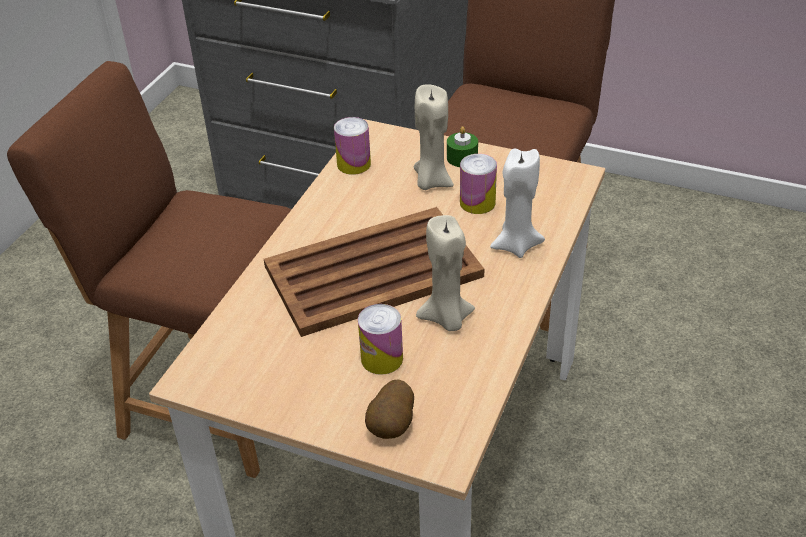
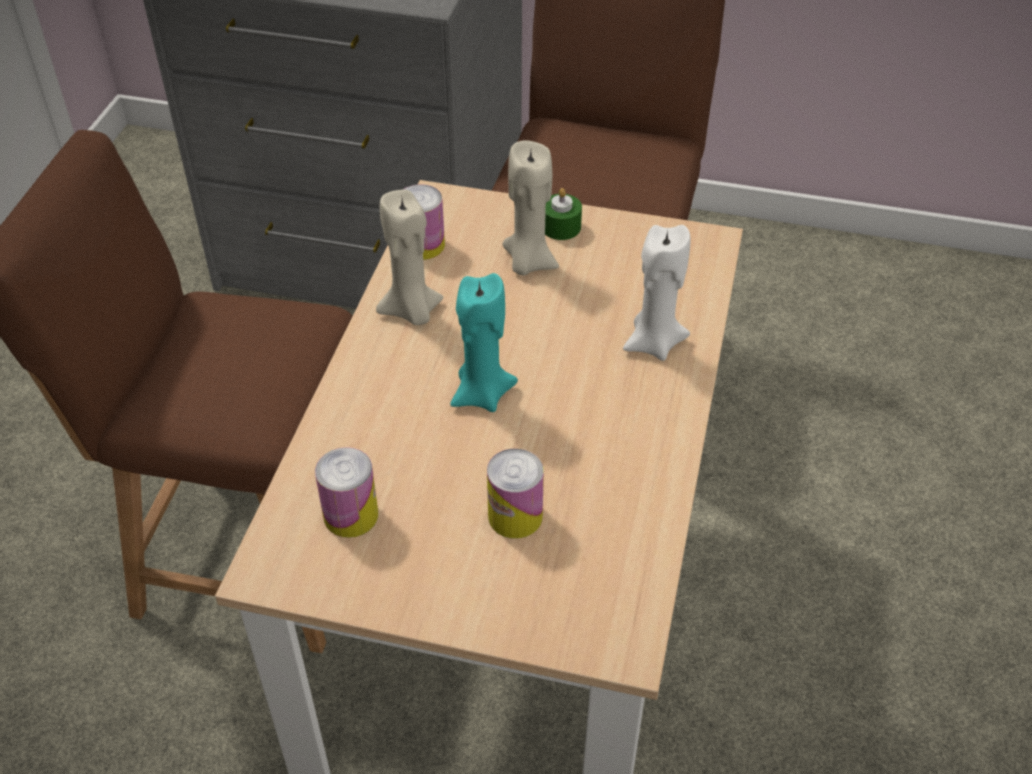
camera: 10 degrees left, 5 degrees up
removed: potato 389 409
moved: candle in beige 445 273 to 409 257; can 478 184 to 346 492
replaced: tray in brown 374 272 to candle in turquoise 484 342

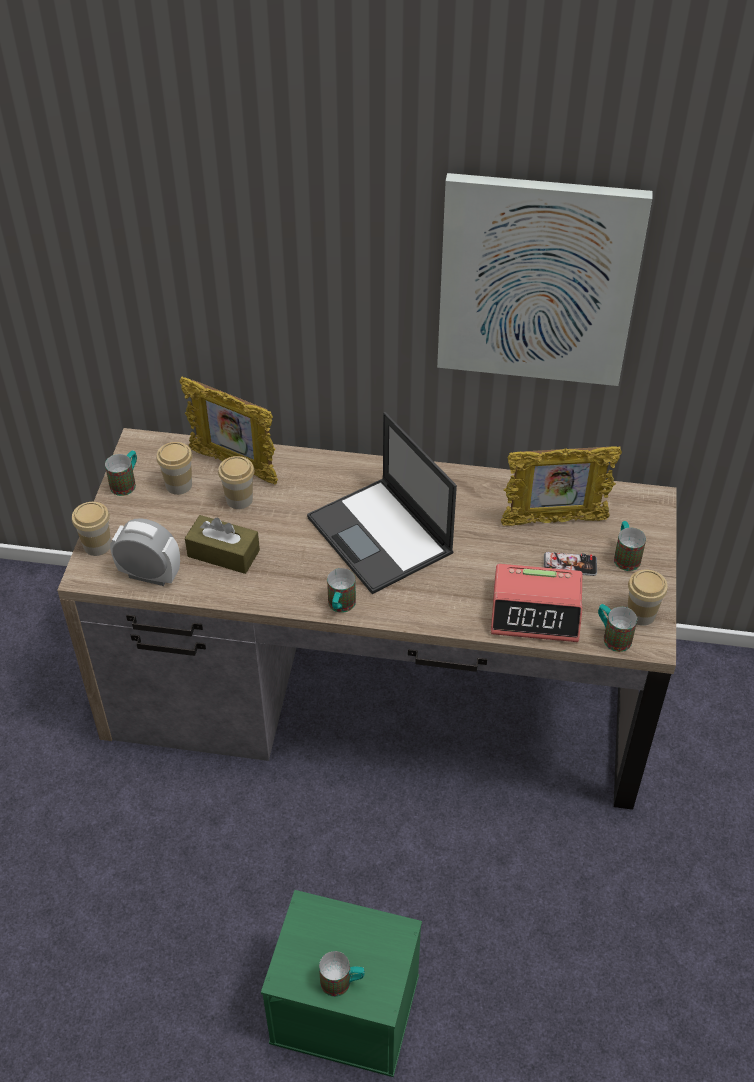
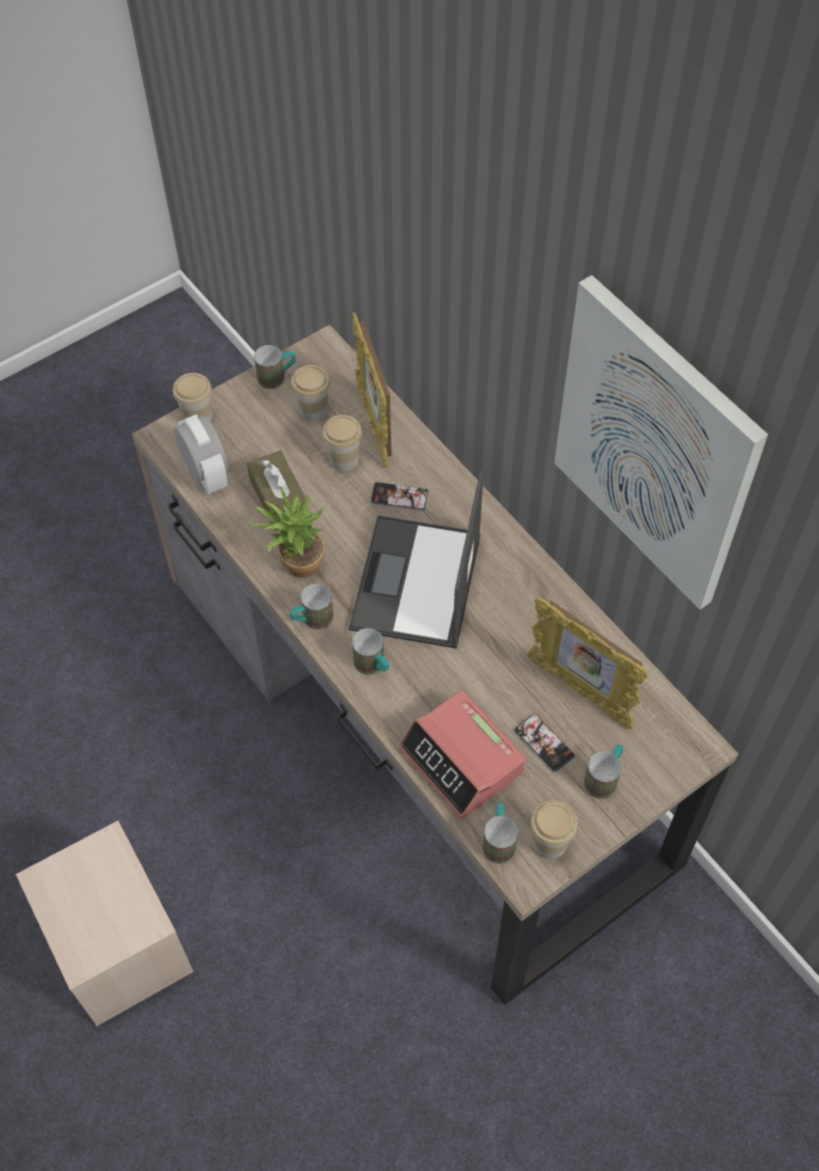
camera: 45 degrees right, 10 degrees up
added: potted plant 287 532; phone 399 496
moved: mug 342 974 to 371 651
recoloured: storage box in green 341 983 to storage box in beige 105 924

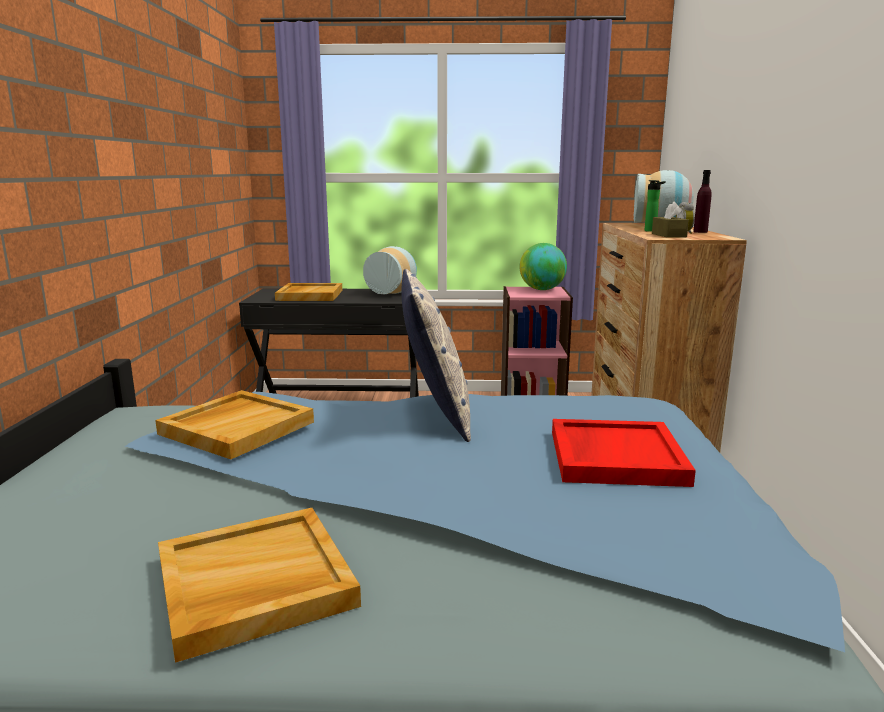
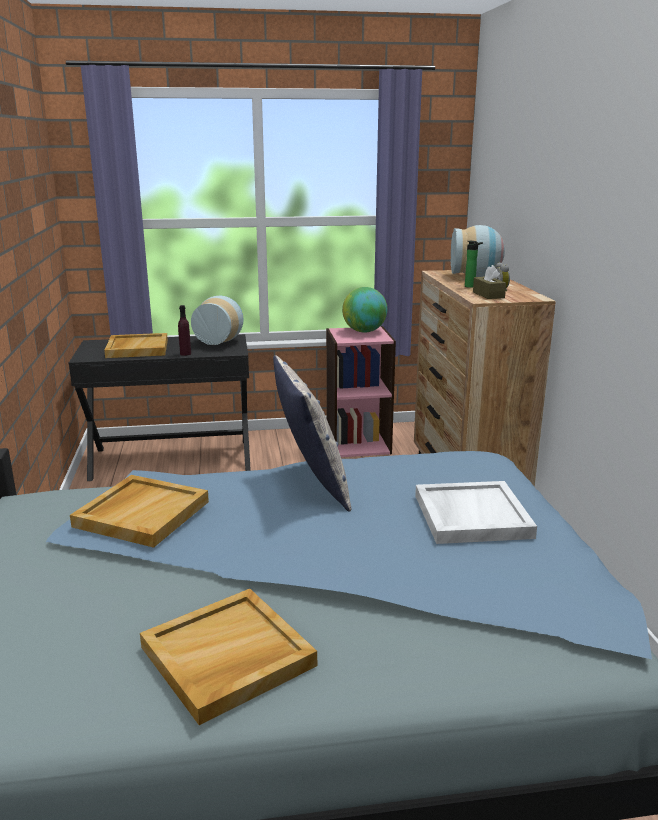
camera: 10 degrees left, 5 degrees up
moved: bottle in purple 702 201 to 184 330
recoloured: tray in red 624 453 to tray in white 476 512

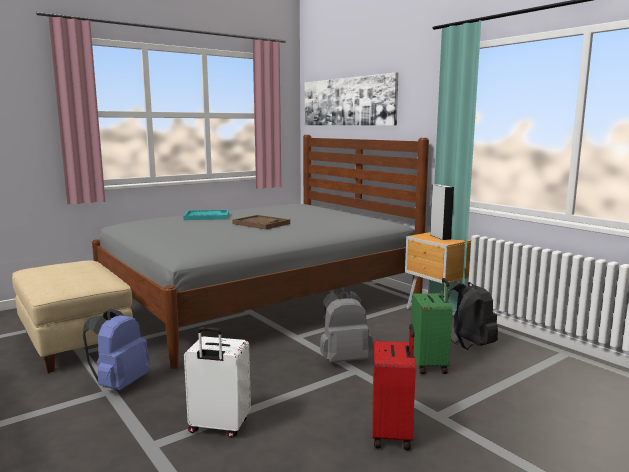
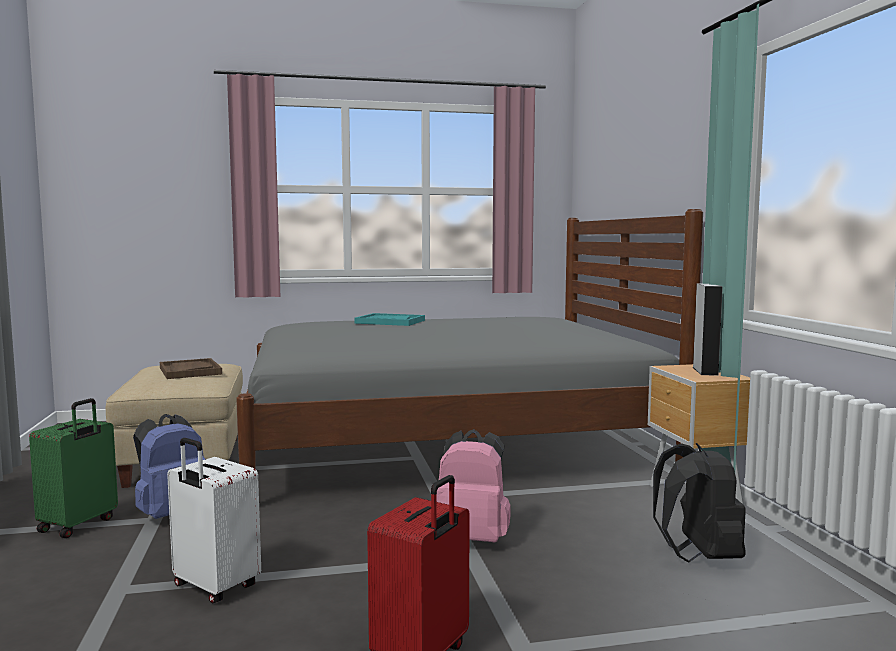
camera: 25 degrees right, 5 degrees down
removed: picture 352 99
moved: tray in brown 261 222 to 191 368; suitcase in green 432 326 to 73 468
recoloured: backpack in grey 346 327 to backpack in pink 473 485

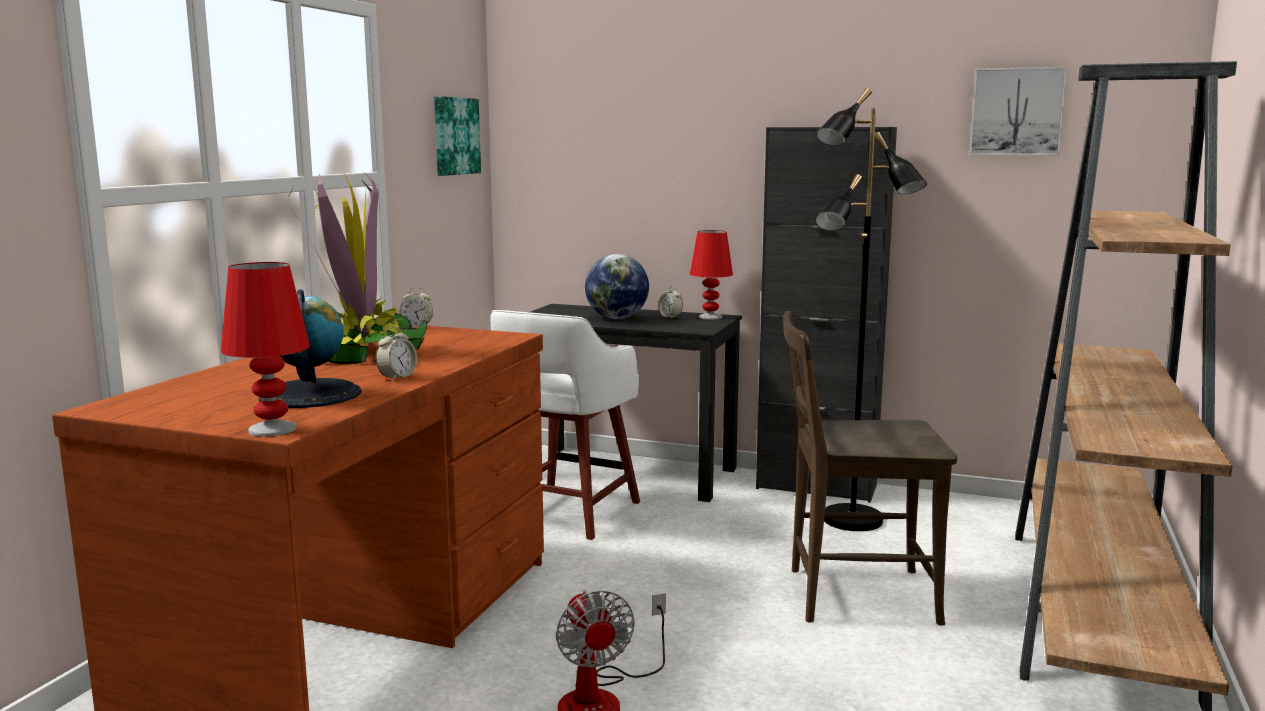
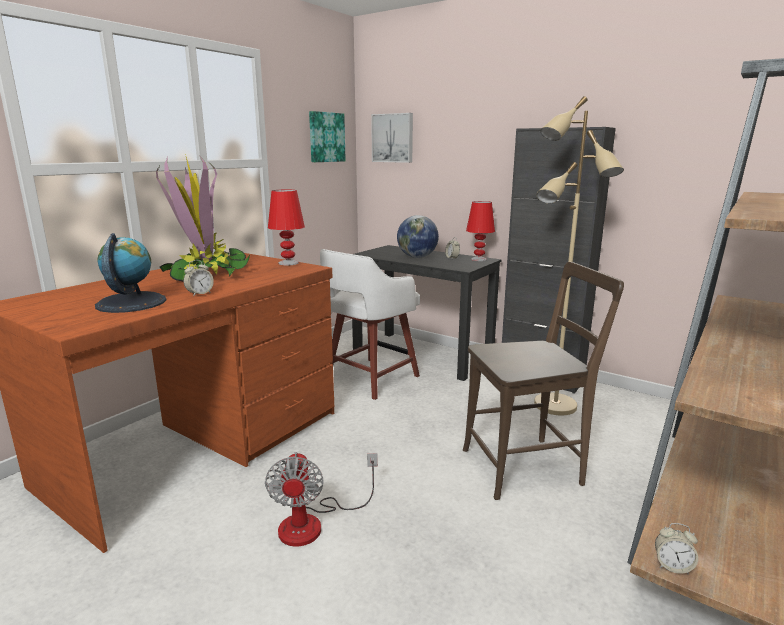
camera: 15 degrees right, 5 degrees up
moved: table lamp in red 265 349 to 286 227; alarm clock 416 307 to 676 548; picture 1018 111 to 392 138
recoloured: floor lamp in black 871 309 to floor lamp in beige 579 256
turned: chair in brown 870 468 = 543 381 150 degrees clockwise

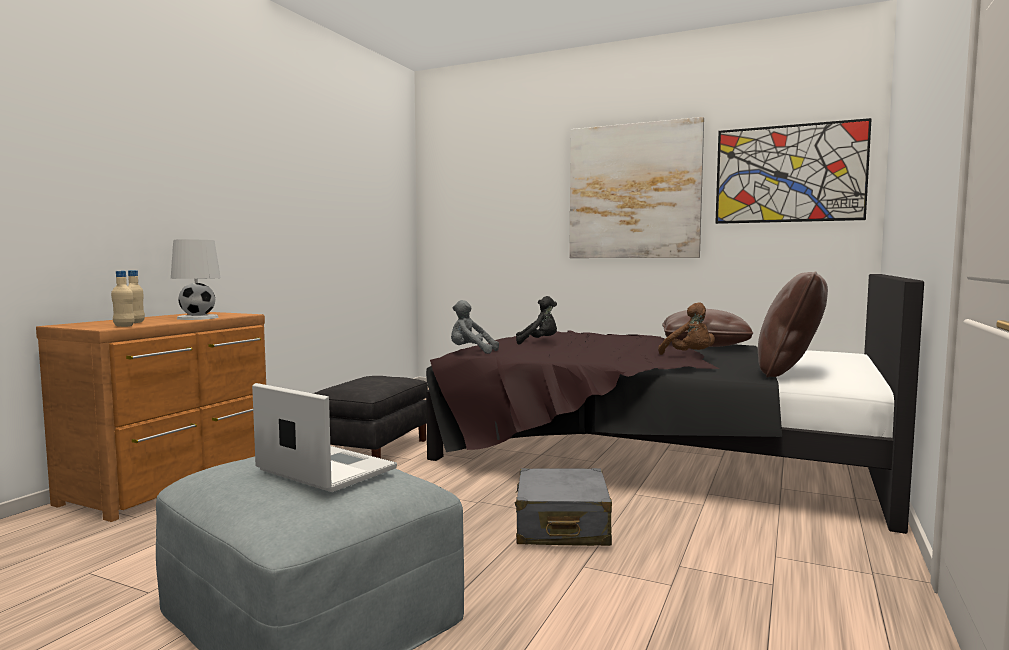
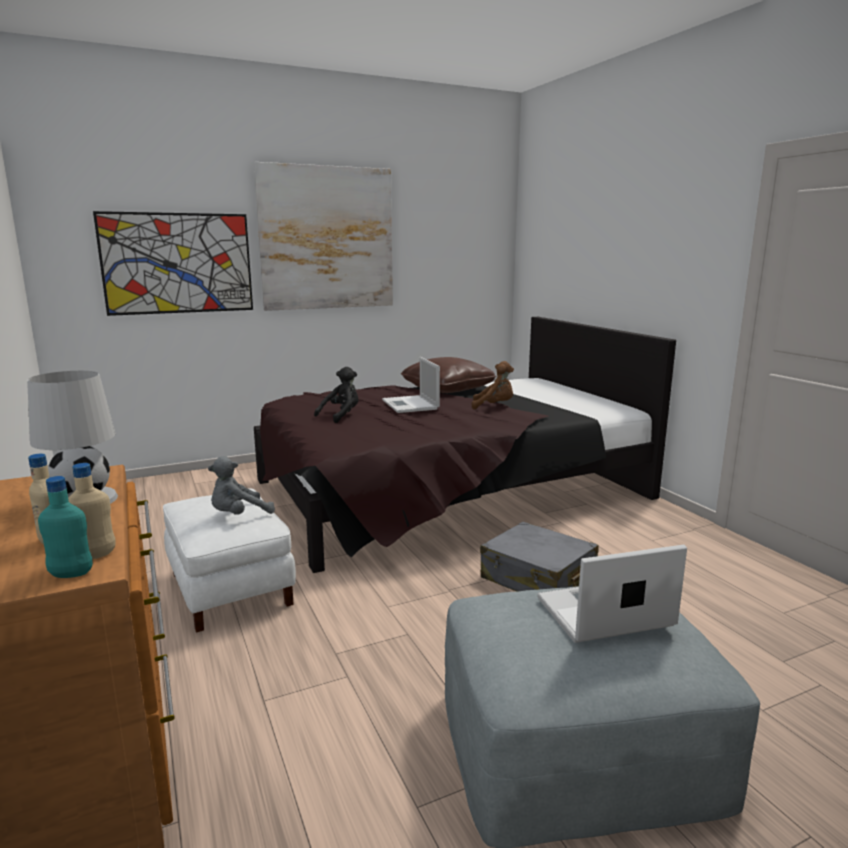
camera: 50 degrees left, 10 degrees up
removed: pillow in brown 793 324
added: bottle in turquoise 65 527; laptop 411 385
moved: plush toy in grey 475 327 to 241 485; picture 793 171 to 173 263
recoloured: ottoman in black 370 417 to ottoman in white 229 560

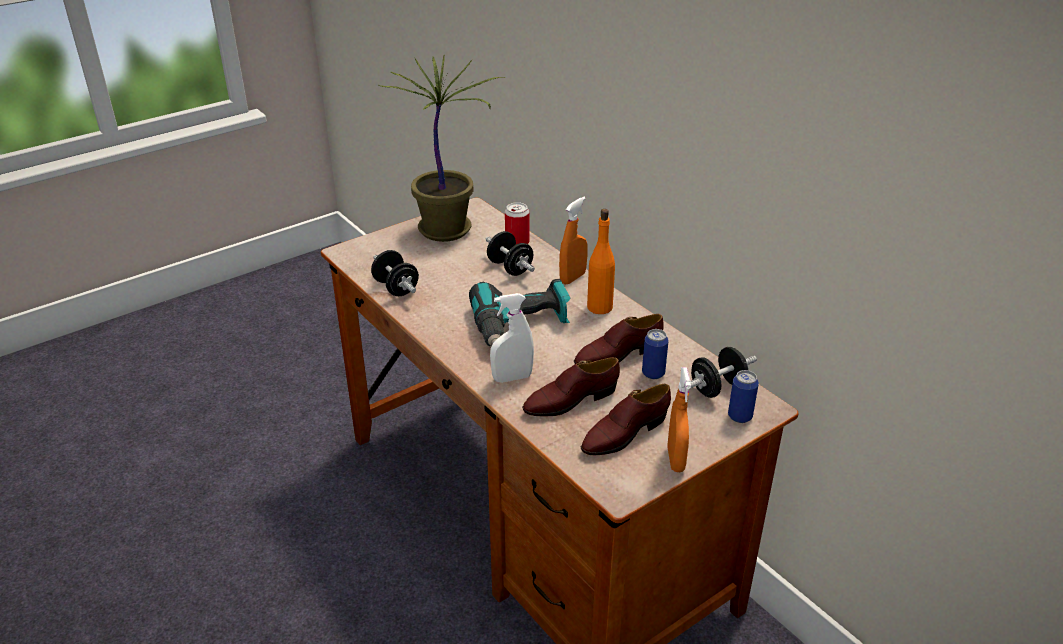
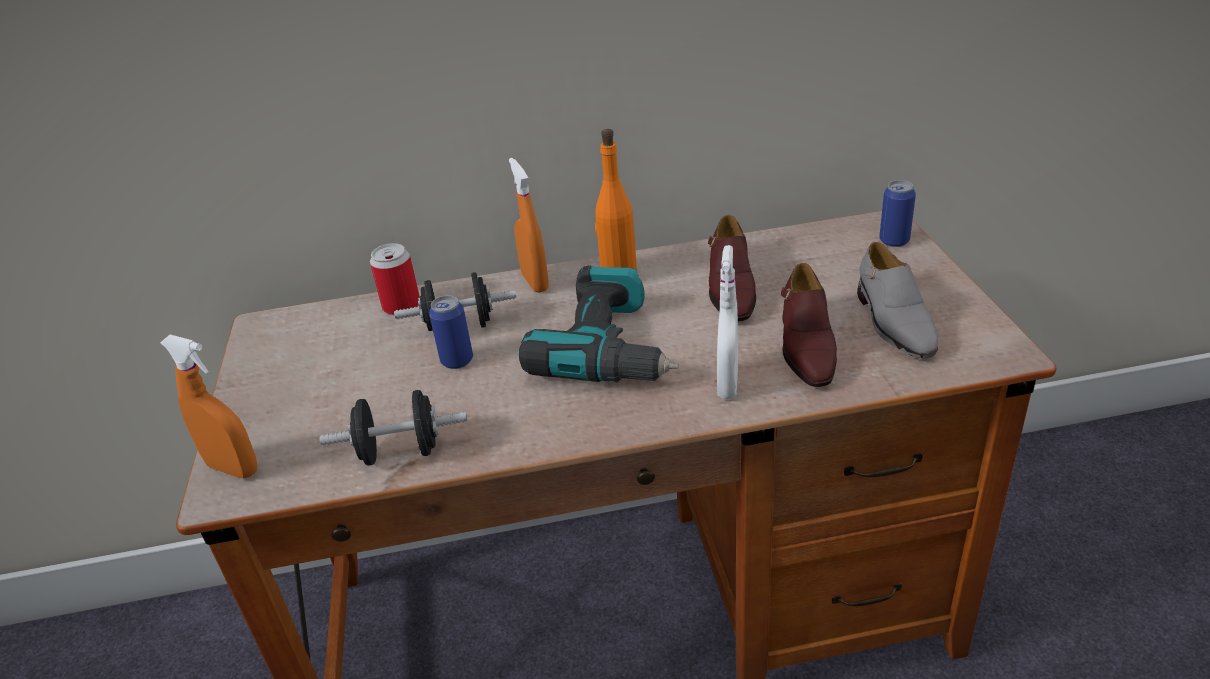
camera: 60 degrees left, 0 degrees up
removed: potted plant 442 148; dumbbell in black 723 372
moved: can 655 354 to 451 332; spray bottle in orange 679 419 to 208 406
recoloured: shoe in brown 626 419 to shoe in grey 897 300

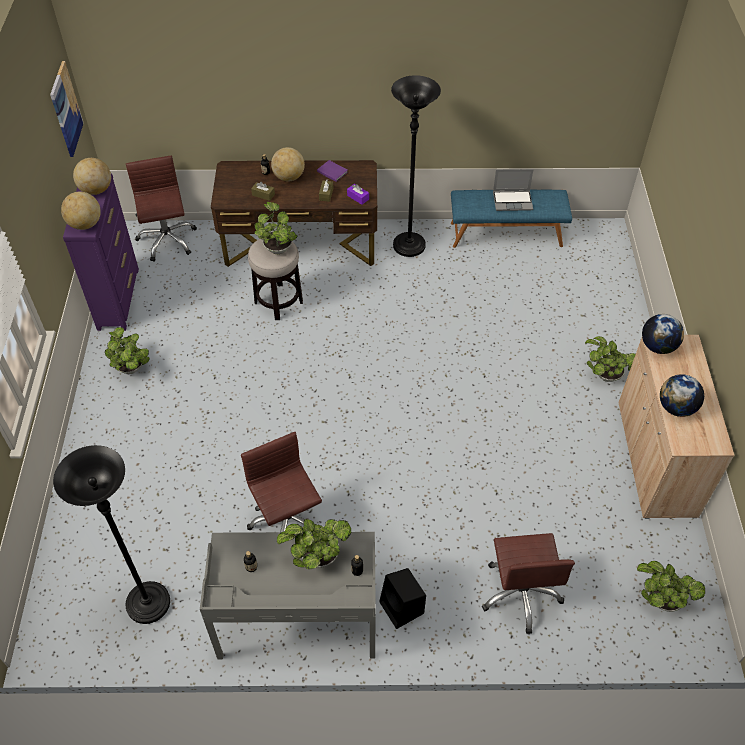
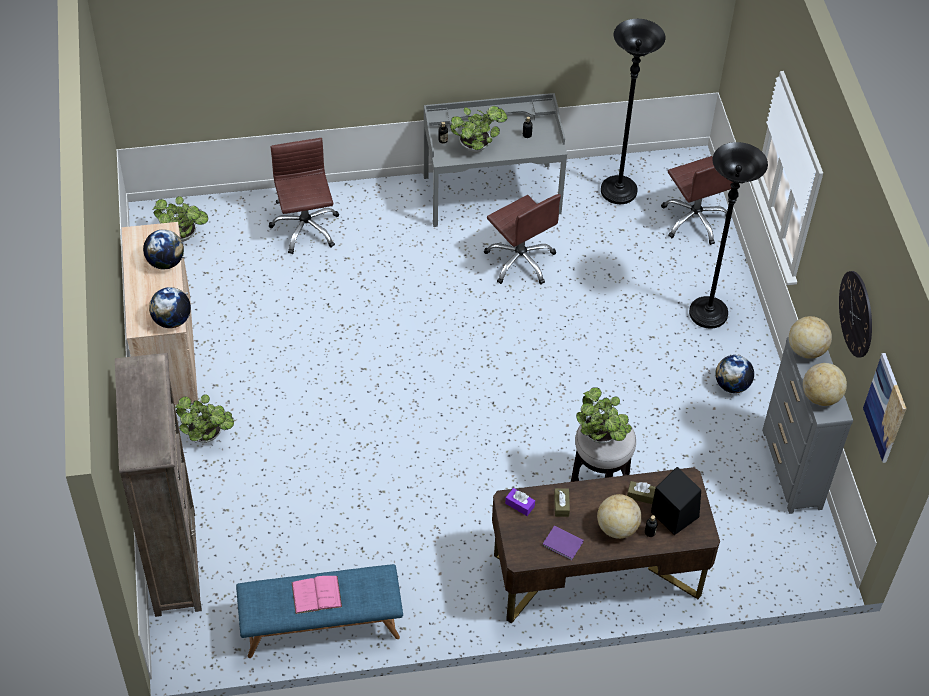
camera: 170 degrees right, 0 degrees up
added: bookcase in brown 158 485; wall clock 855 314
moved: office chair in brown 161 209 to 697 200; speaker in black 402 598 to 676 501; floor lamp in black 416 166 to 728 235
replaced: potted plant 127 350 to globe 734 374; laptop 513 190 to book in pink 316 595
recoloured: dresser in purple 101 252 to dresser in grey 807 425

